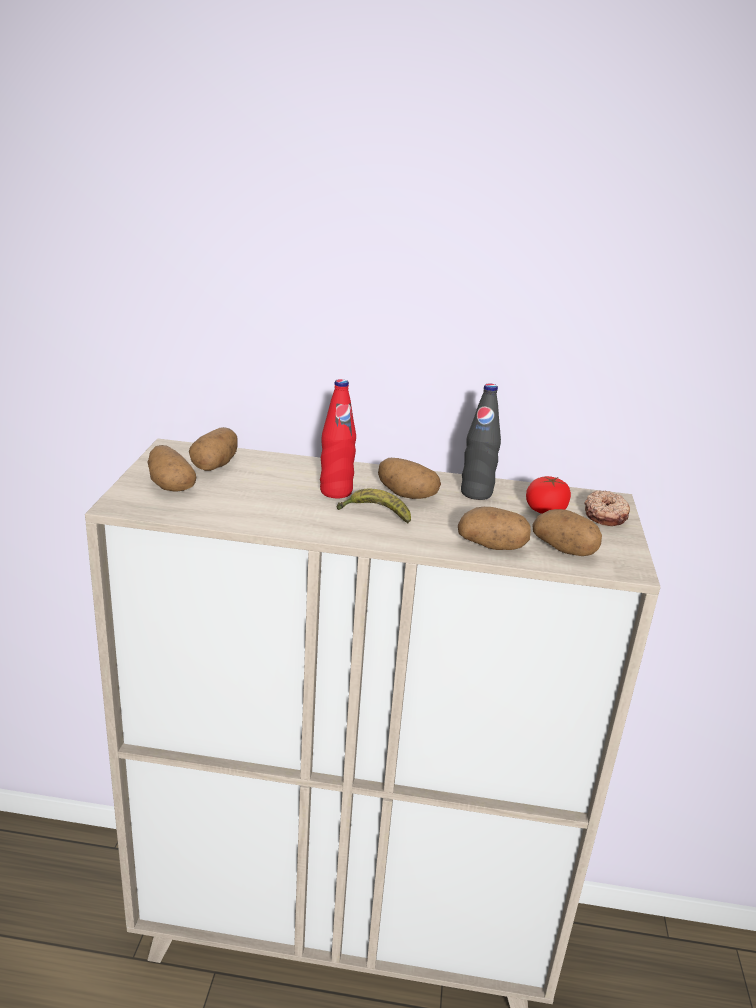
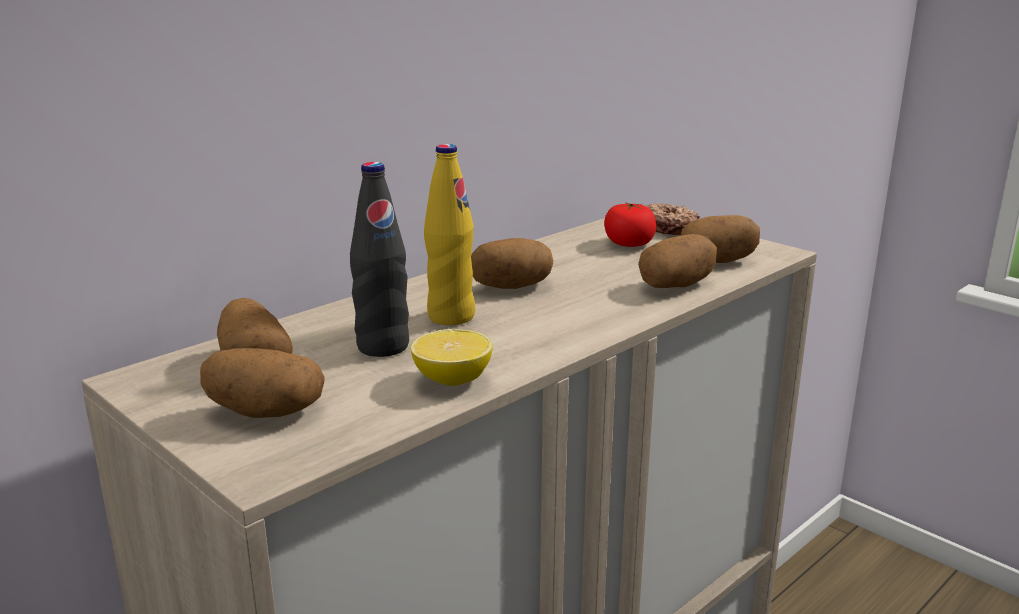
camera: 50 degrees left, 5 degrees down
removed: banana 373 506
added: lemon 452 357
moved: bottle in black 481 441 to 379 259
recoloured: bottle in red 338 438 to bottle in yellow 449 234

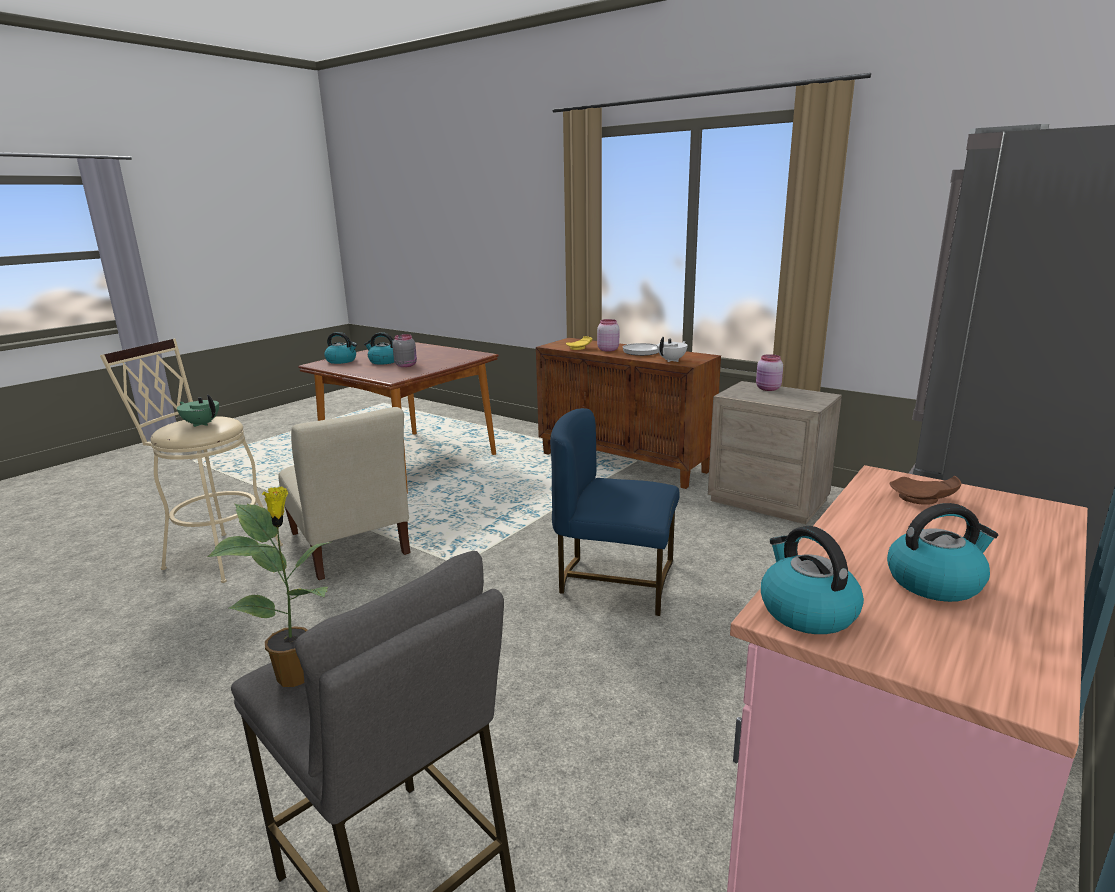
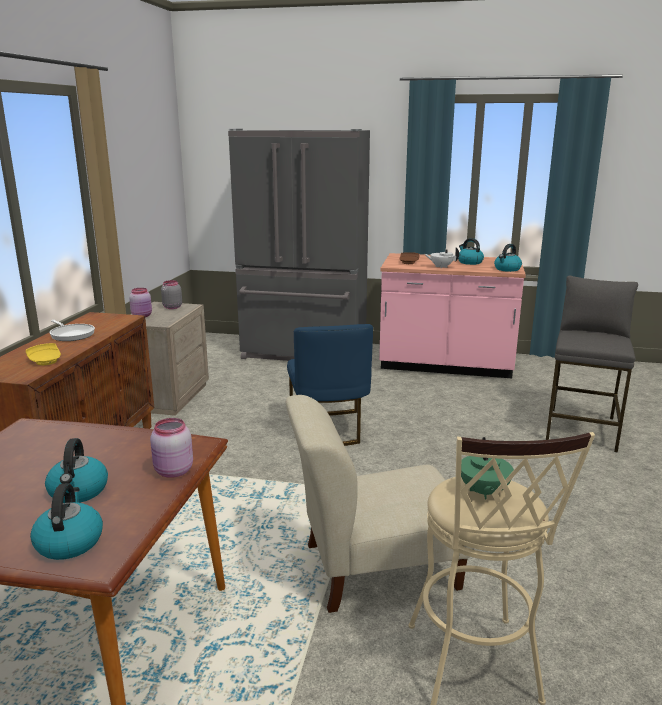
camera: 115 degrees left, 0 degrees up
removed: potted plant 270 587
moved: jar in grey 404 350 to 171 294; jar in pink 608 335 to 171 448; teapot in white 672 349 to 441 258
turned: chair in beige 344 493 = 379 504 135 degrees counterclockwise

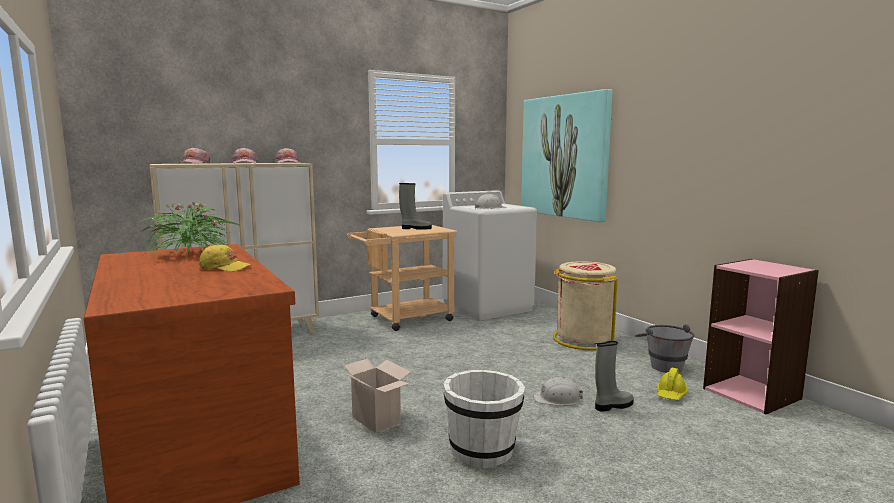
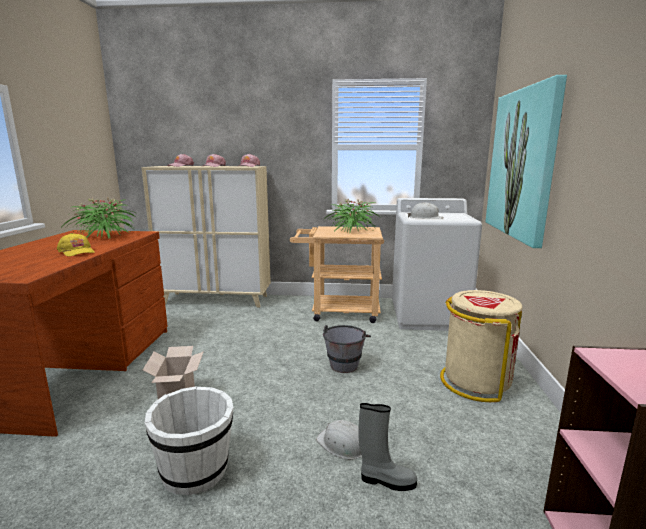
camera: 35 degrees right, 5 degrees up
removed: hard hat in yellow 672 384
moved: bucket in grey 665 348 to 347 349
replaced: boot in grey 415 206 to potted plant 351 216

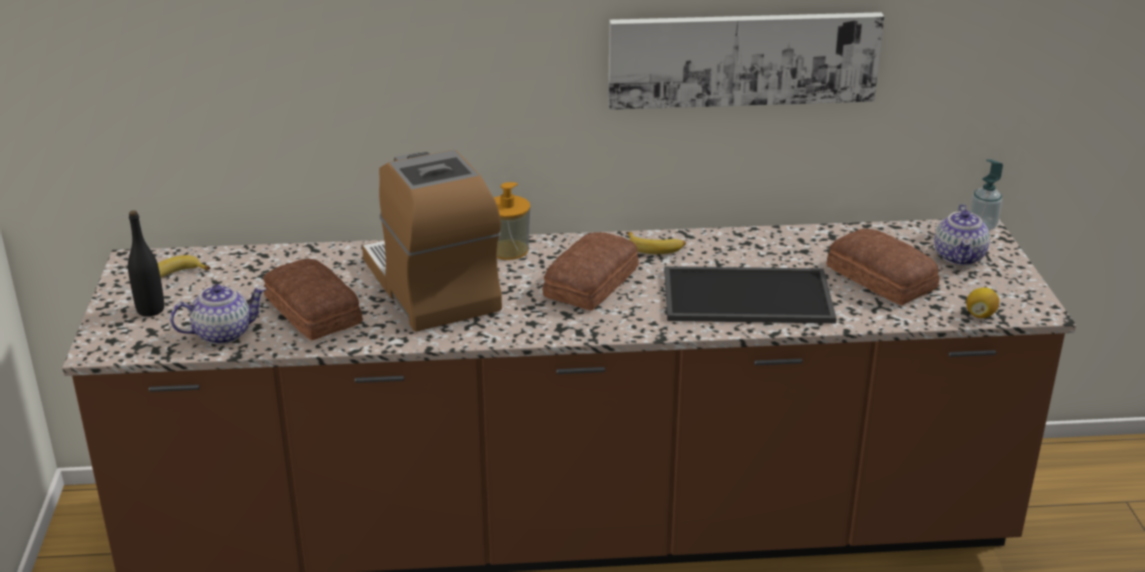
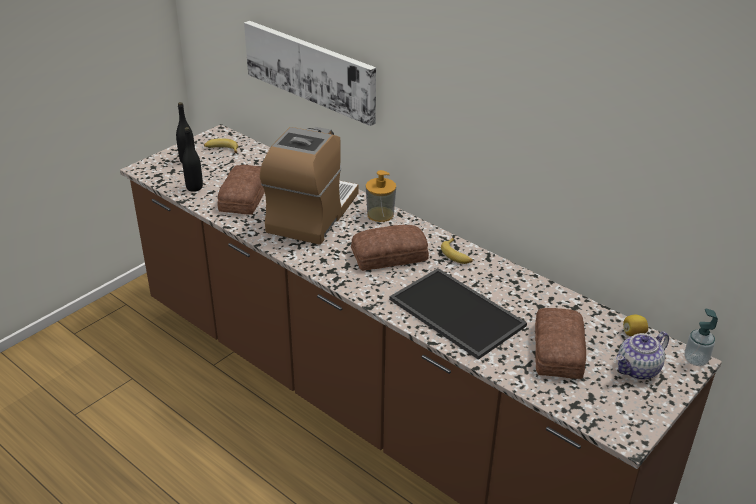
camera: 45 degrees right, 5 degrees up
moved: picture 746 61 to 310 73; lemon 982 303 to 635 325
replaced: teapot 218 314 to bottle in black 192 159

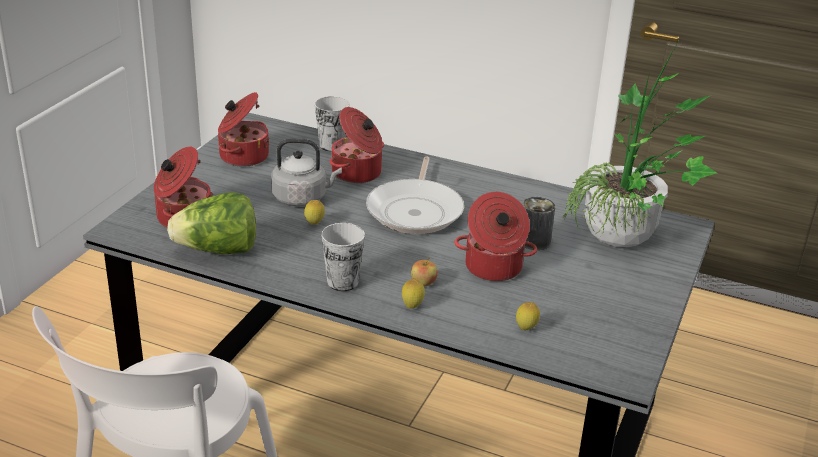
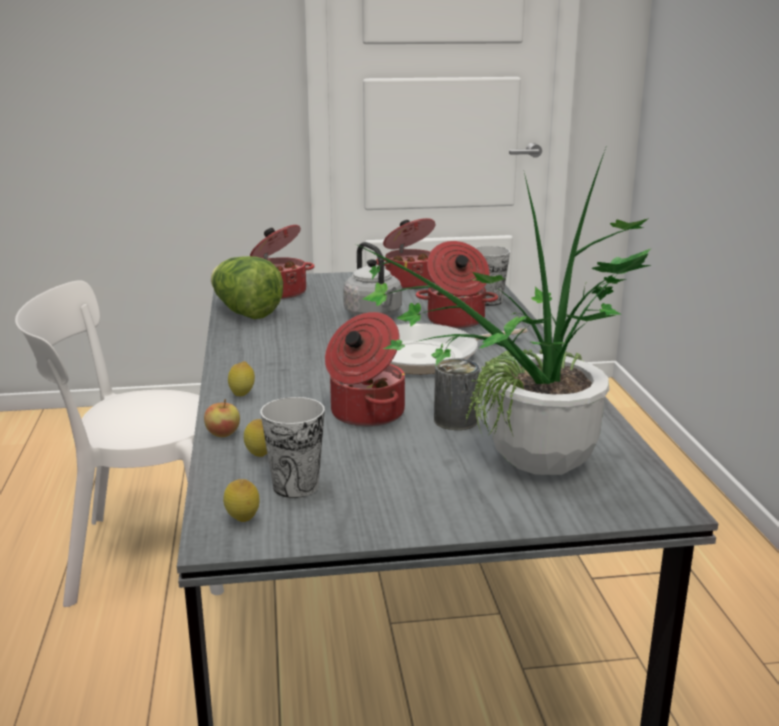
camera: 60 degrees right, 10 degrees down
moved: lemon 314 212 to 241 500; cup 343 257 to 292 447; apple 424 272 to 222 418

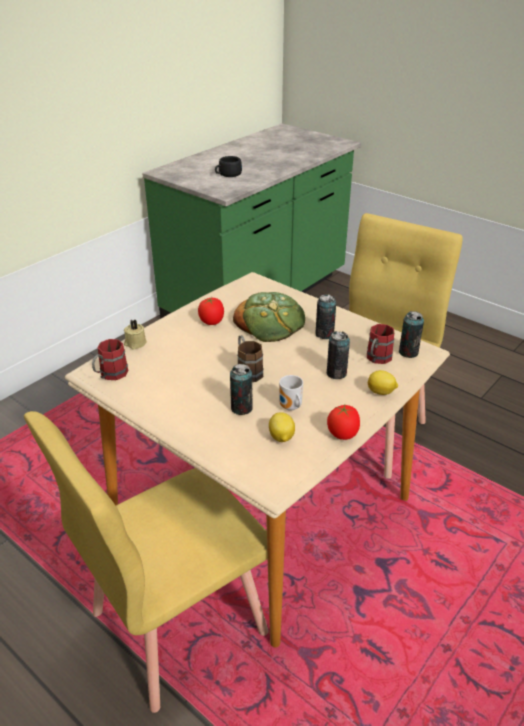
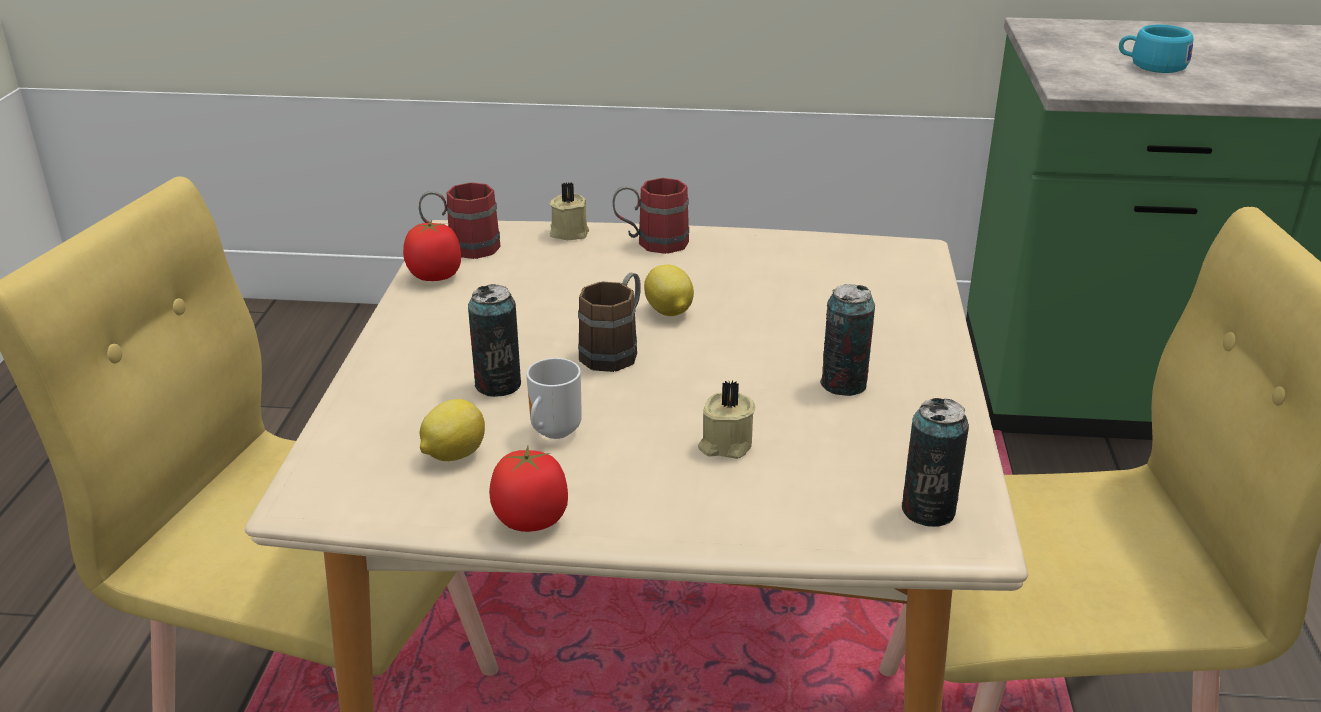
camera: 55 degrees right, 5 degrees down
removed: bread 269 317
moved: tomato 211 311 to 432 250; mug in red 380 344 to 651 216; lemon 383 382 to 669 290
replaced: can 338 355 to candle in beige 726 420
recoloured: cup in black 228 166 to cup in turquoise 1156 49

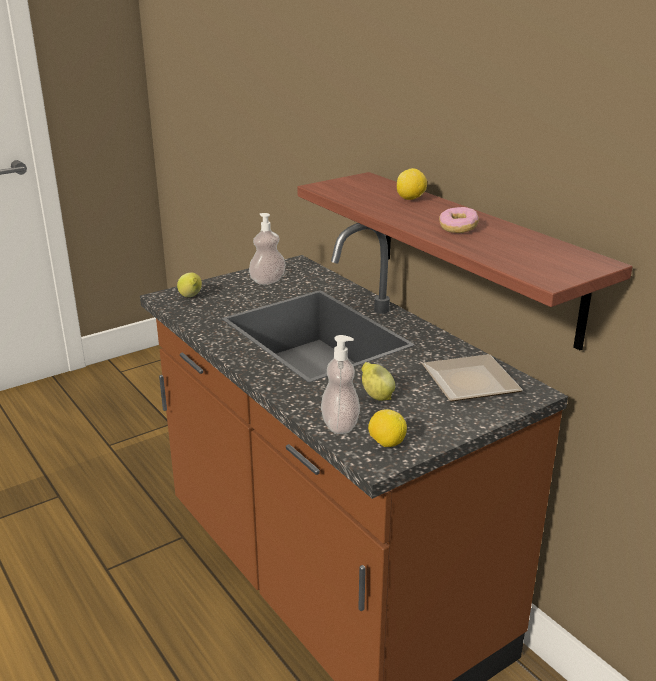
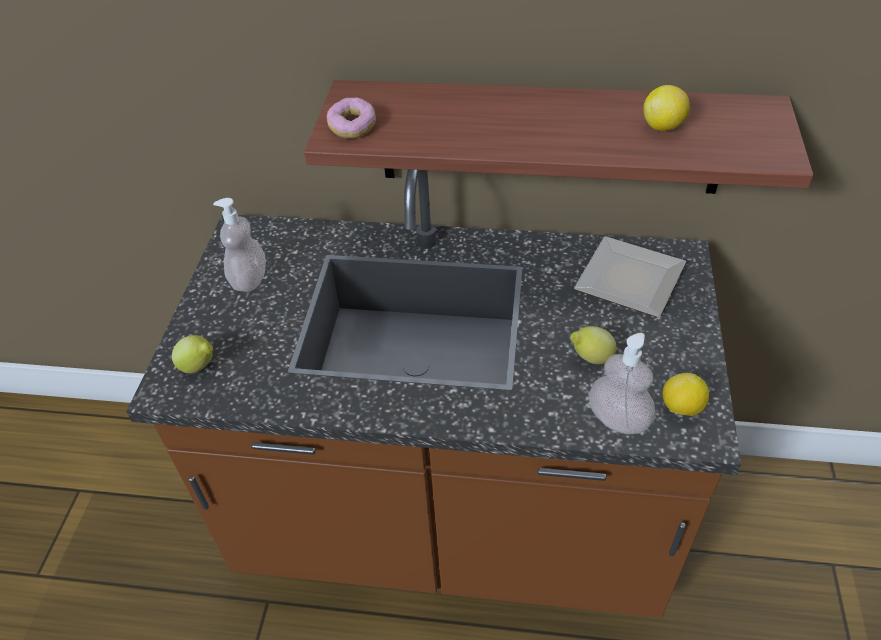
camera: 45 degrees left, 20 degrees up
moved: lemon 412 184 to 666 108; donut 459 220 to 351 118

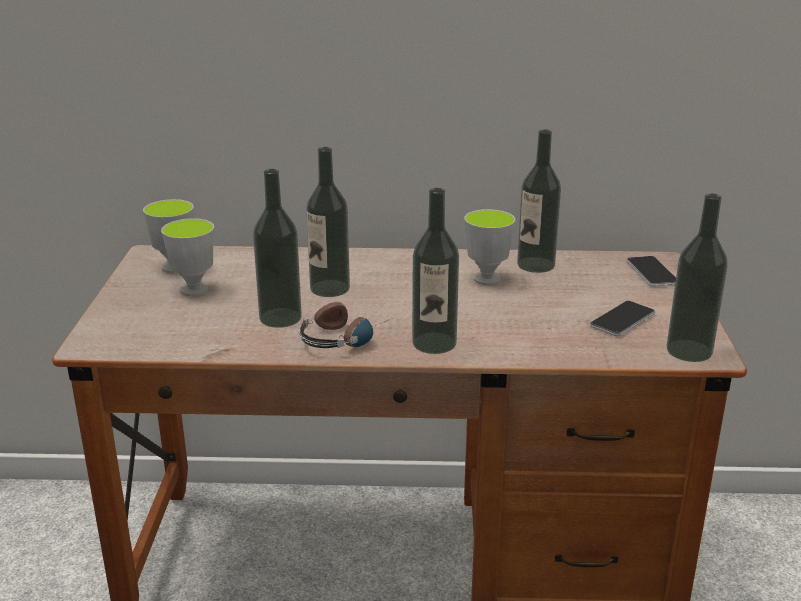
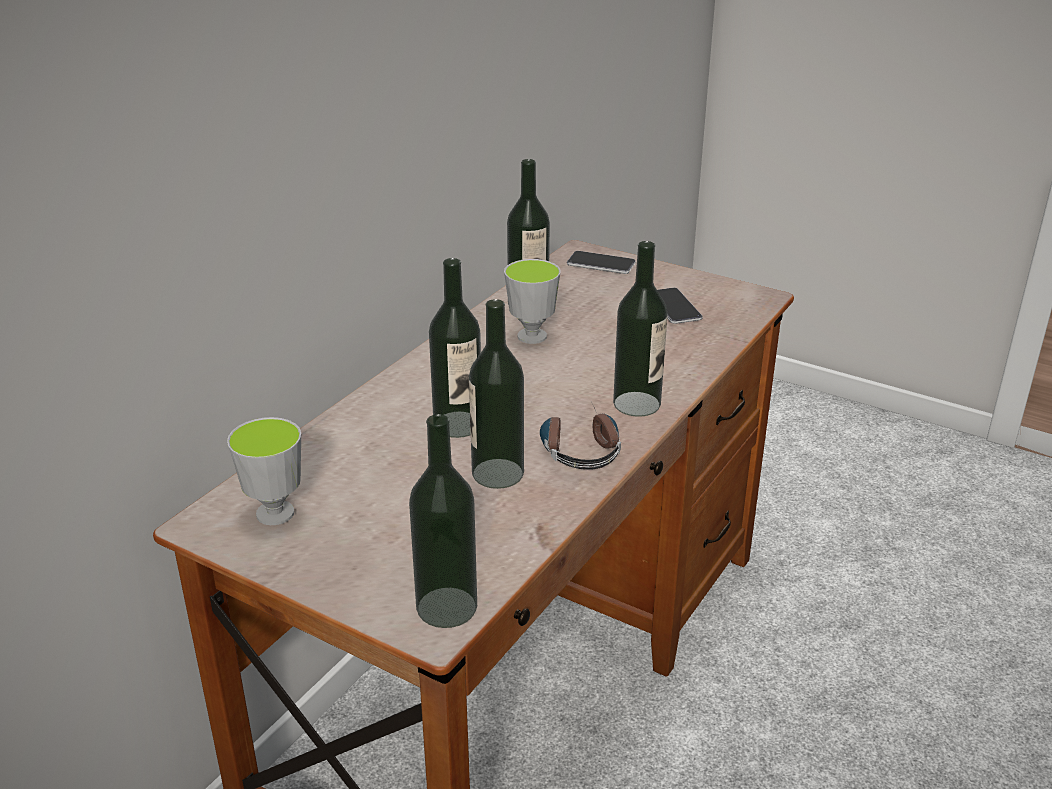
camera: 60 degrees left, 5 degrees up
removed: cup 187 257
moved: bottle 697 277 to 443 521

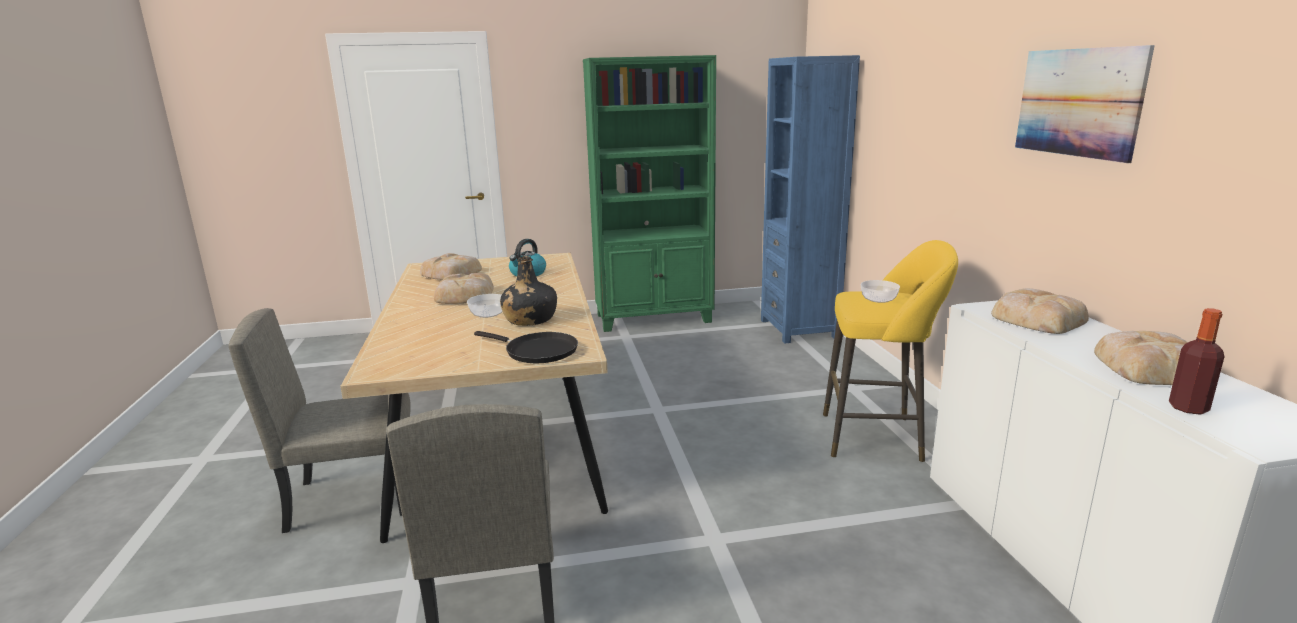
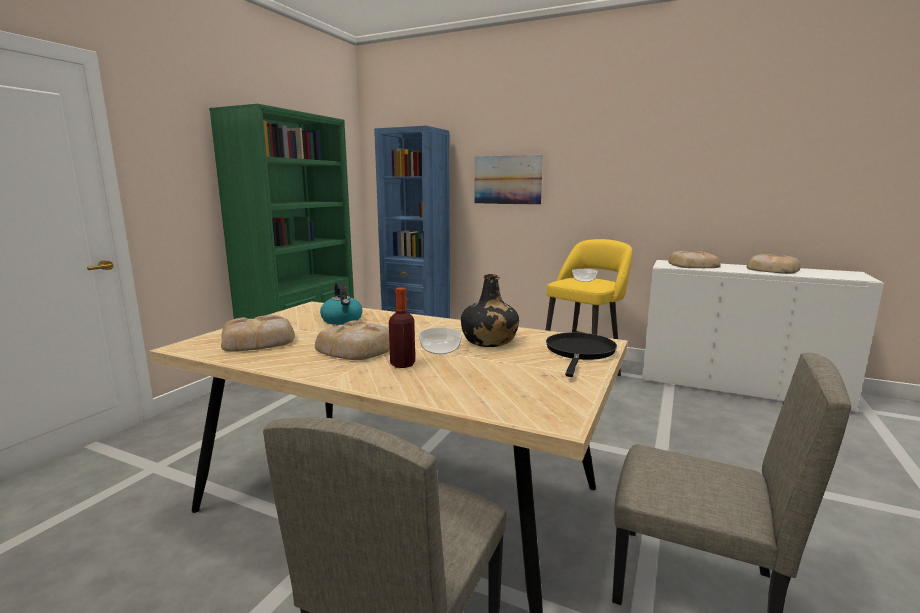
camera: 55 degrees left, 5 degrees down
moved: picture 1085 104 to 508 180; bottle 1197 361 to 402 327
turned: frying pan in black 526 347 = 581 355 45 degrees counterclockwise

